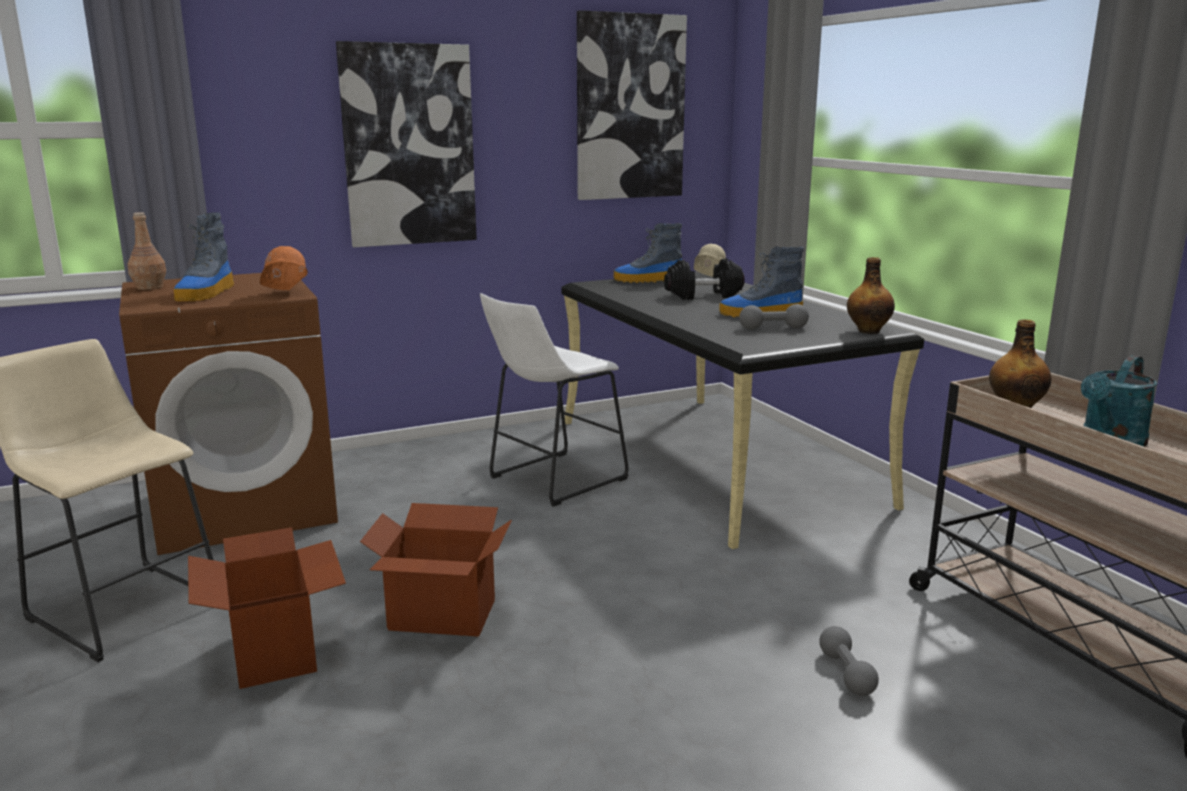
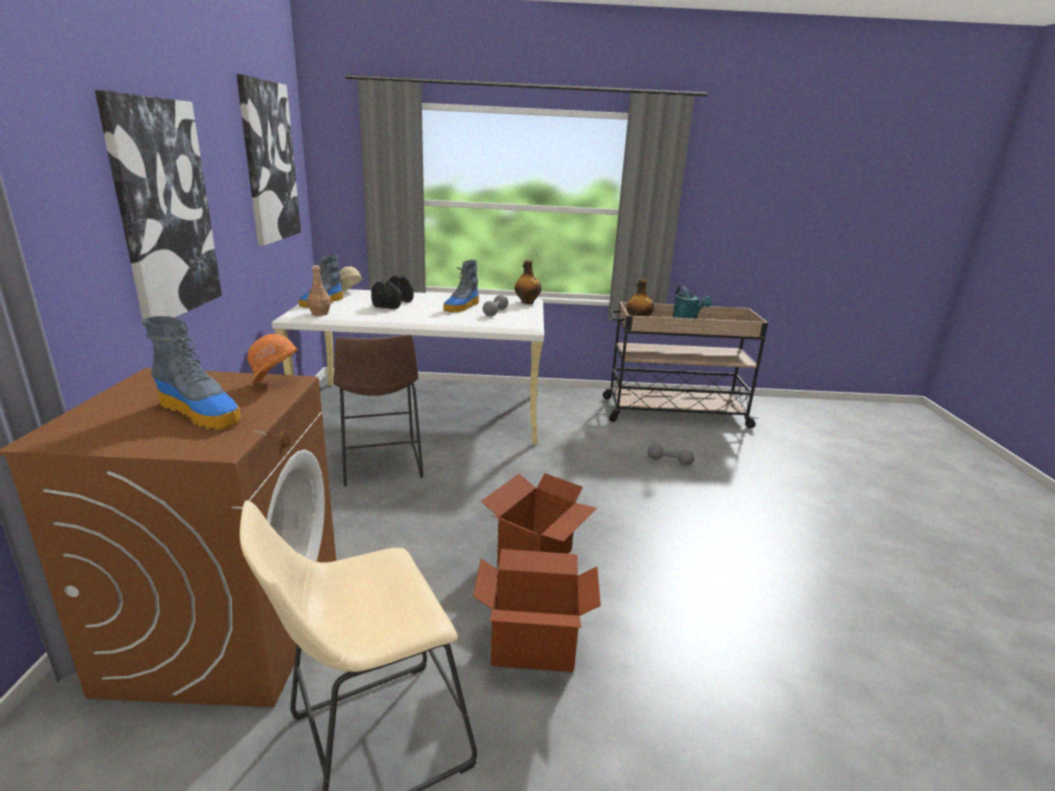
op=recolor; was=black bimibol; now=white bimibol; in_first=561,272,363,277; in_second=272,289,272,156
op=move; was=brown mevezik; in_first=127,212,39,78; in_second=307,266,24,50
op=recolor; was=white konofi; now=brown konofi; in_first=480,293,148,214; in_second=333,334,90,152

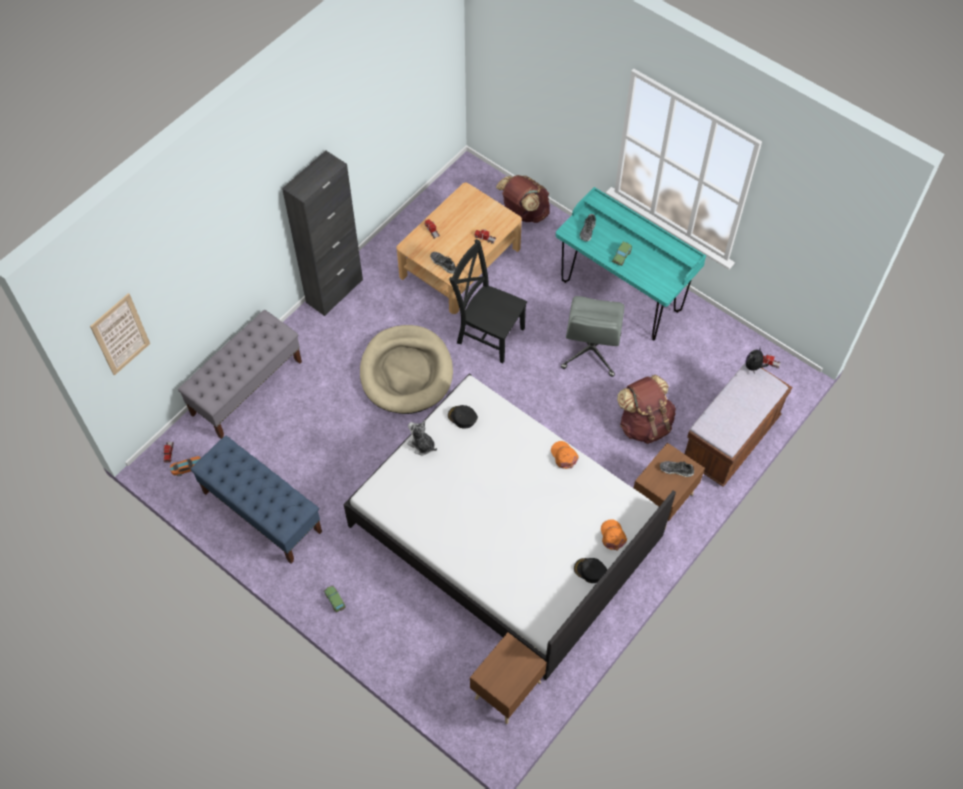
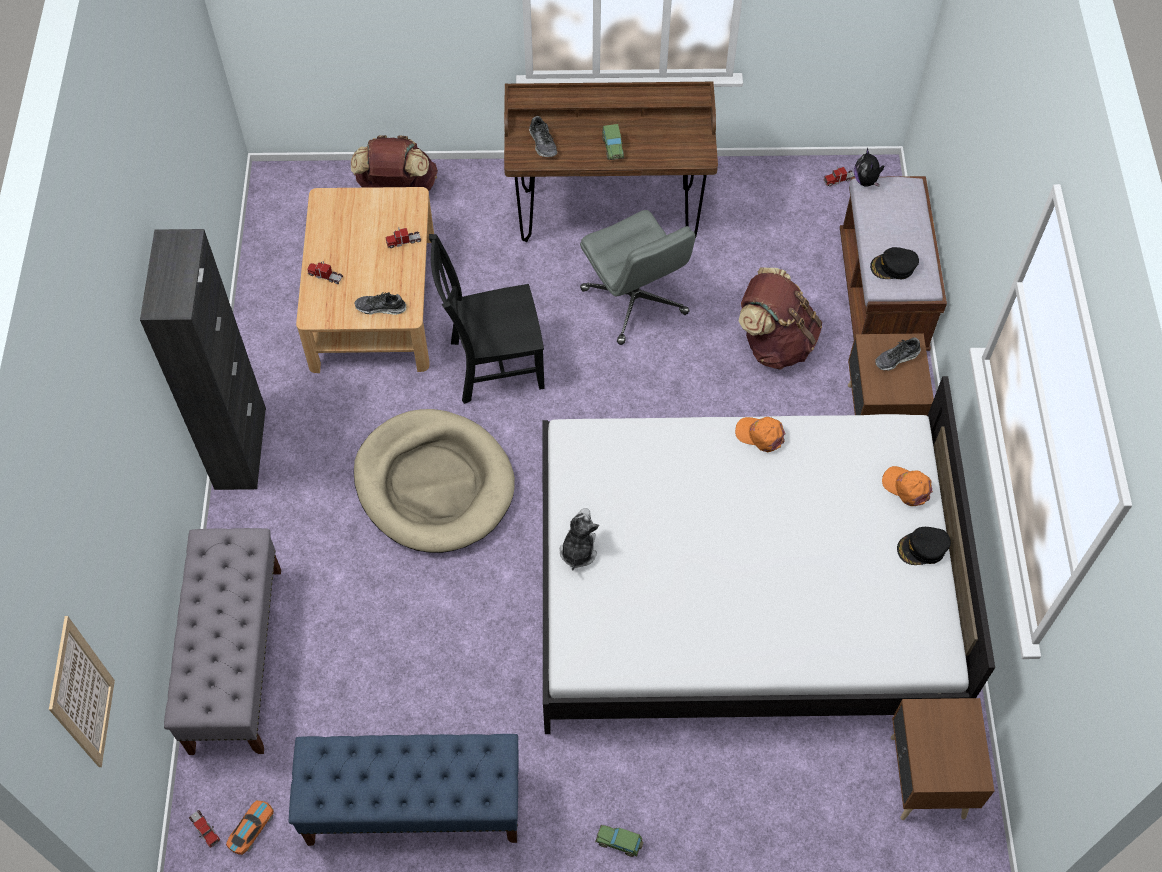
op=recolor; was=turquoise bimibol; now=brown bimibol; in_first=556,187,150,153; in_second=504,81,214,161
op=rotate; was=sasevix; in_first=407,420,30,35; in_second=560,508,39,62; clockwise=105
op=move; was=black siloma; in_first=448,405,30,24; in_second=870,247,49,32

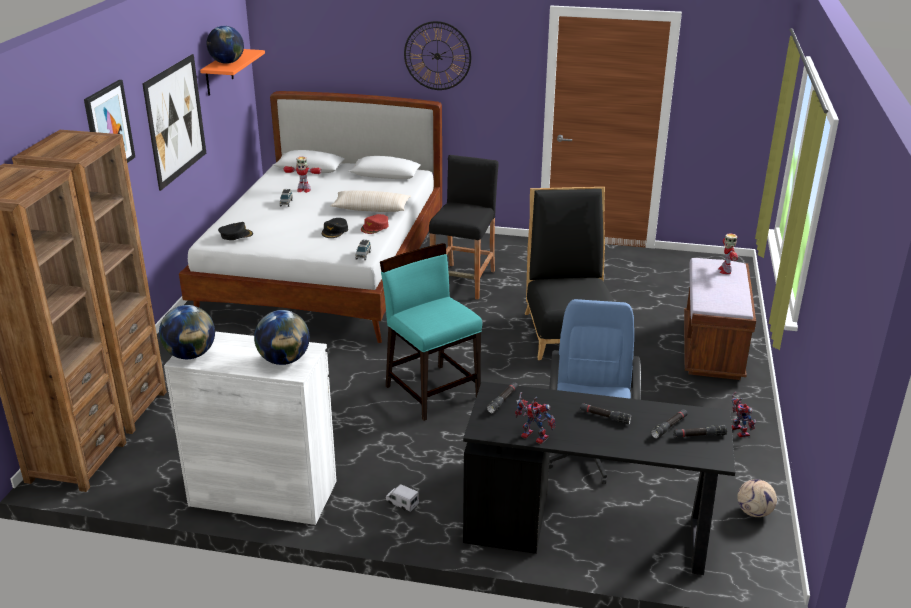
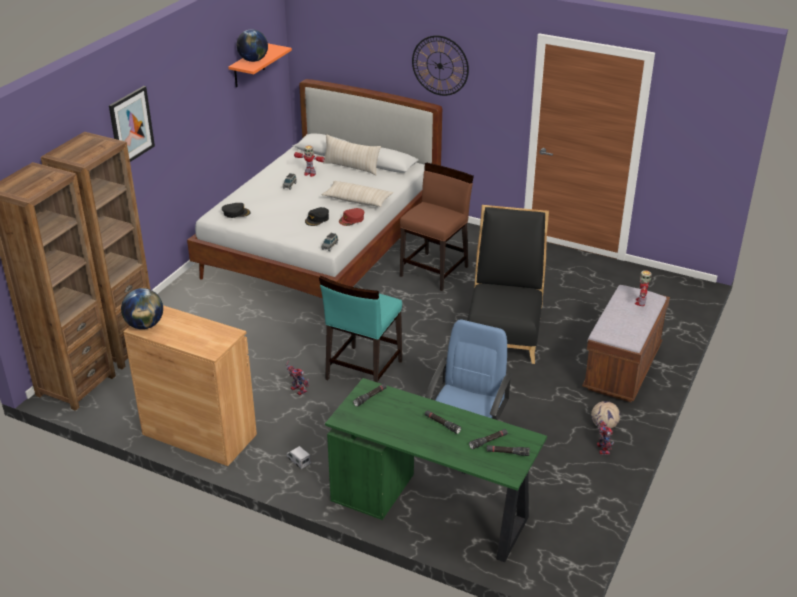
op=recolor; was=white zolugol; now=brown zolugol; in_first=164,331,173,194; in_second=123,305,134,161
op=move; was=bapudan; in_first=515,392,41,52; in_second=286,361,23,35
op=rotate; was=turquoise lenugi; in_first=380,243,102,178; in_second=319,276,83,106; clockwise=-135
op=insert; now=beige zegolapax; in_second=323,135,58,40
op=recolor; was=black bimibol; now=green bimibol; in_first=463,381,272,194; in_second=325,378,222,184
op=replace; was=black konofi; now=brown lenugi; in_first=429,155,70,145; in_second=400,162,74,129
op=move; was=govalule; in_first=737,479,40,38; in_second=591,401,29,27
op=delete; was=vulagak; in_first=142,54,64,137
op=delete; was=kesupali; in_first=254,310,56,55

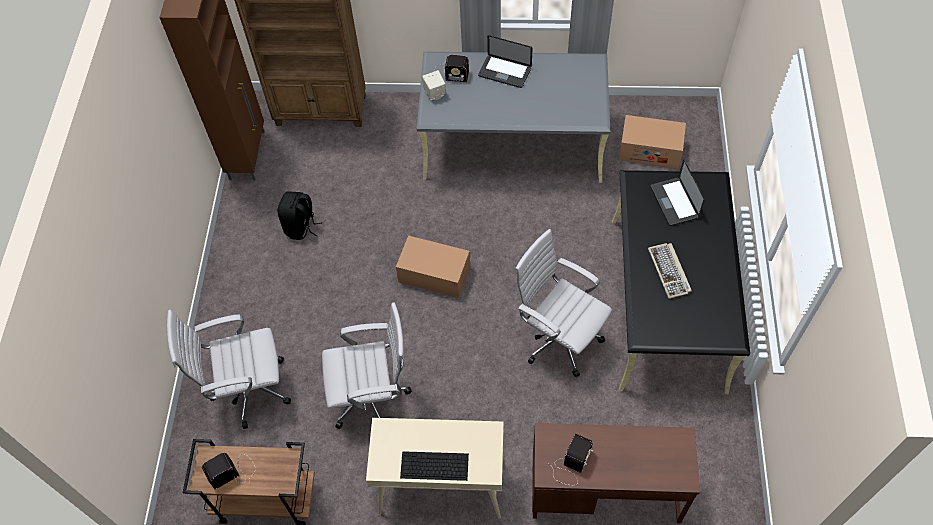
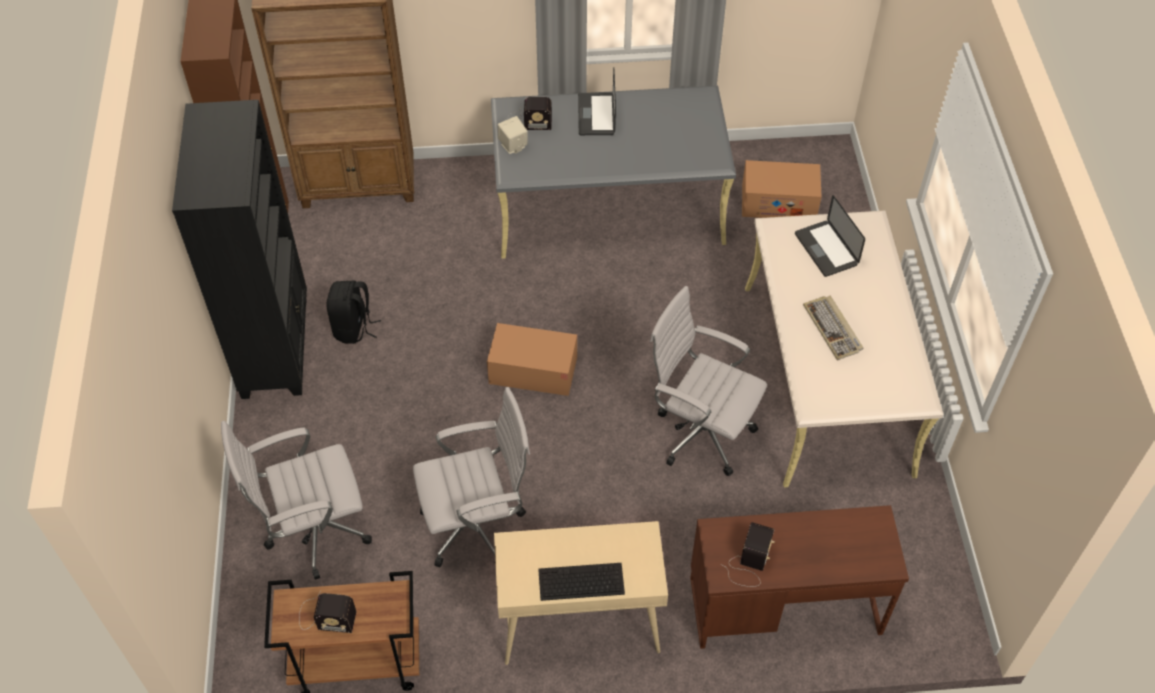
op=insert; now=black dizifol; in_second=172,100,135,299
op=rotate; was=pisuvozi; in_first=202,453,54,36; in_second=299,590,57,43; clockwise=-135
op=rotate; was=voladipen; in_first=478,35,54,53; in_second=578,67,38,68; clockwise=75
op=recolor; was=black bimibol; now=beige bimibol; in_first=612,170,138,224; in_second=745,210,198,277

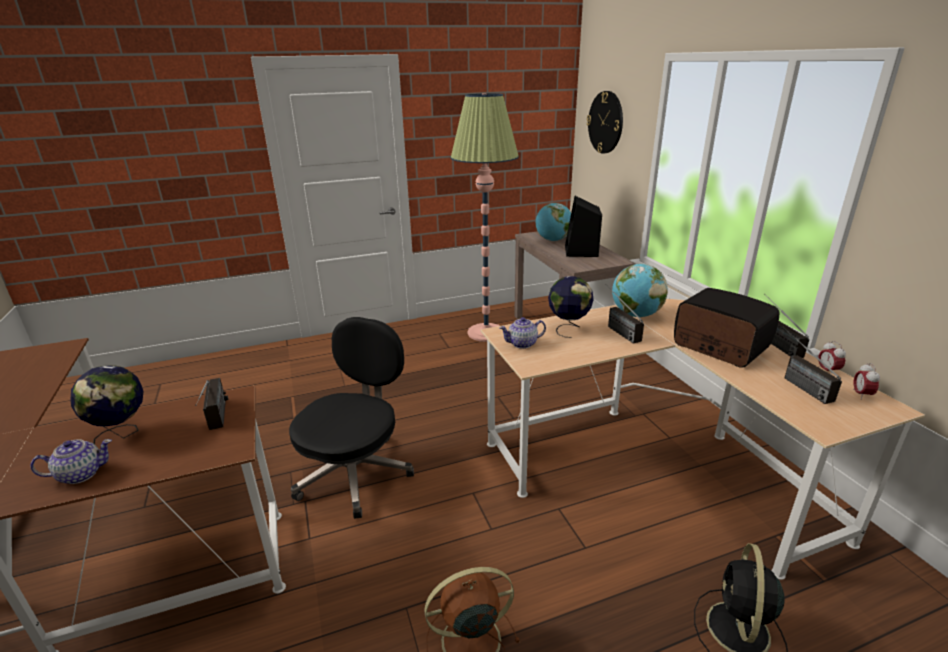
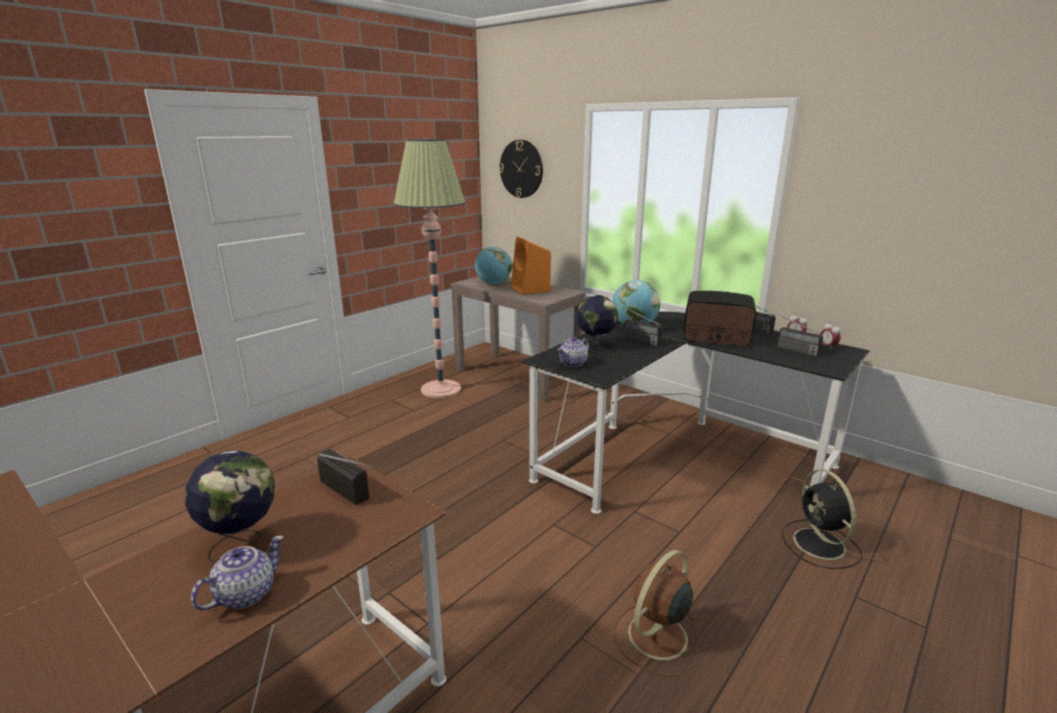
op=recolor; was=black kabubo; now=orange kabubo; in_first=565,196,37,61; in_second=511,236,40,59
op=recolor; was=beige bimibol; now=black bimibol; in_first=480,299,445,281; in_second=522,311,348,203
op=delete; was=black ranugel; in_first=289,317,125,202

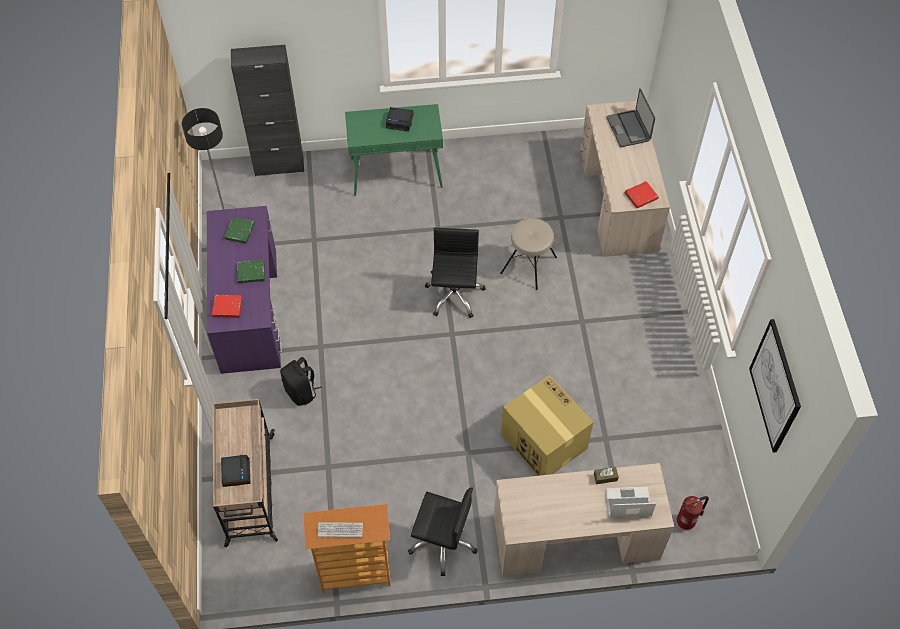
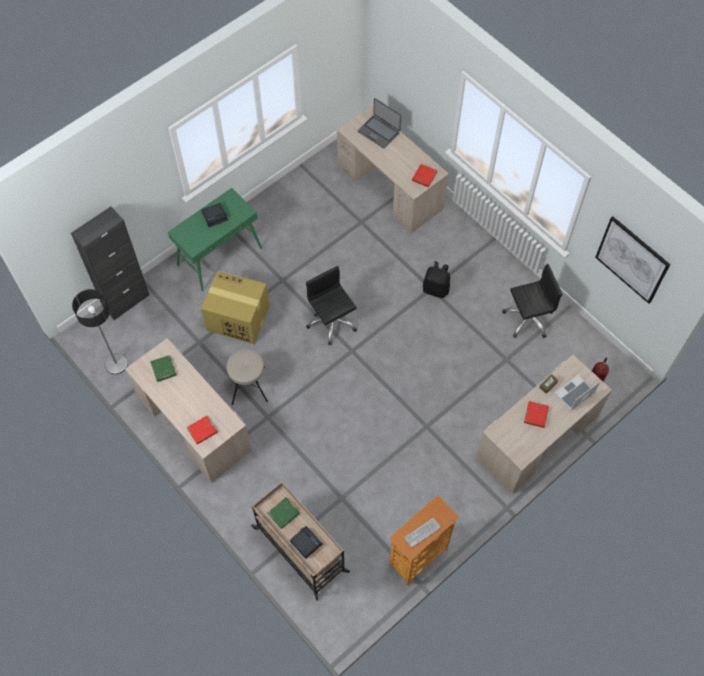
op=recolor; was=purple bimibol; now=beige bimibol; in_first=207,206,75,168; in_second=125,338,127,145
op=move; was=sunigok; in_first=501,375,93,101; in_second=201,271,69,73
op=move; was=beige konofi; in_first=500,218,57,72; in_second=227,349,41,56
op=move; was=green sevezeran; in_first=237,260,28,23; in_second=267,497,33,32
op=move; was=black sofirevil; in_first=280,357,42,49; in_second=423,261,27,37
op=move; was=black ranugel; in_first=408,488,70,88; in_second=502,264,61,74
op=insert; now=red sevezeran; in_second=524,401,25,27

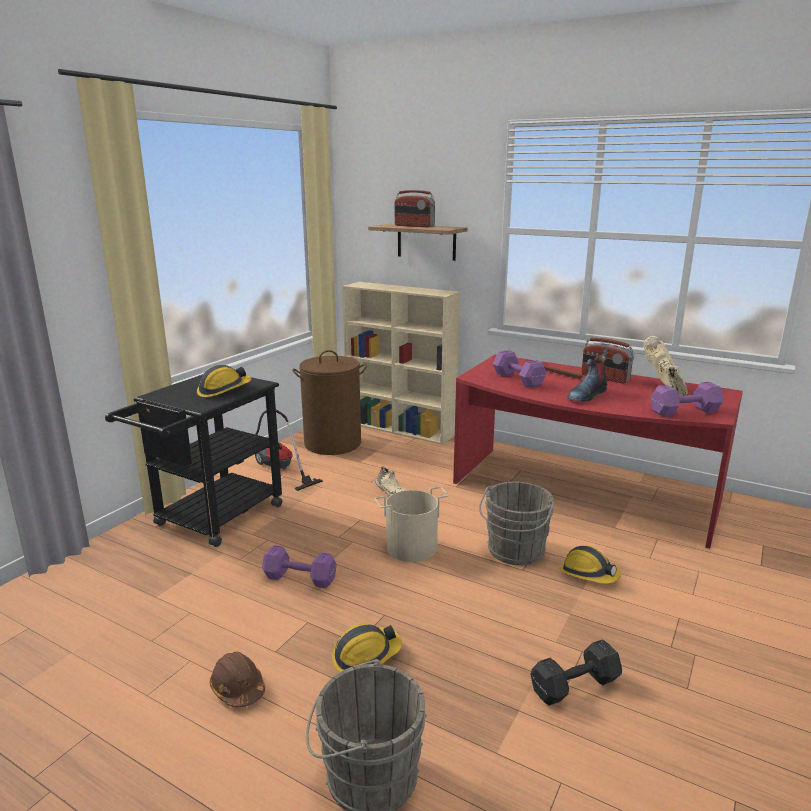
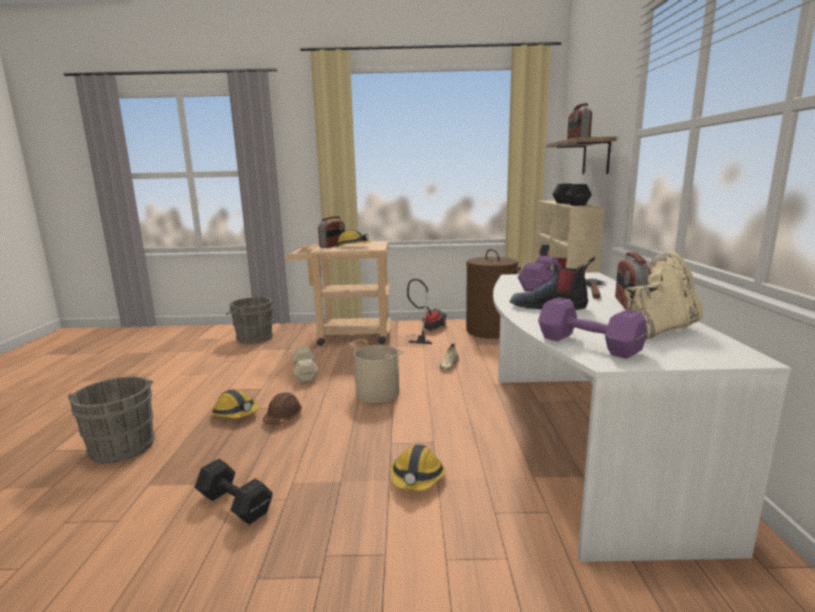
op=move; was=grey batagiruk; in_first=479,482,76,83; in_second=226,295,47,49
op=move; was=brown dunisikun; in_first=209,652,56,56; in_second=263,392,39,33
op=recolor; was=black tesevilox; now=beige tesevilox; in_first=105,374,177,173; in_second=285,242,106,104
op=recolor; was=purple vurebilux; now=beige vurebilux; in_first=262,545,75,43; in_second=292,347,27,36
op=insert; now=pisuvozi; in_second=318,216,27,32
op=recolor; was=red bimibol; now=white bimibol; in_first=453,355,290,194; in_second=493,272,298,290
op=insert; now=black vurebilux; in_second=552,183,40,23

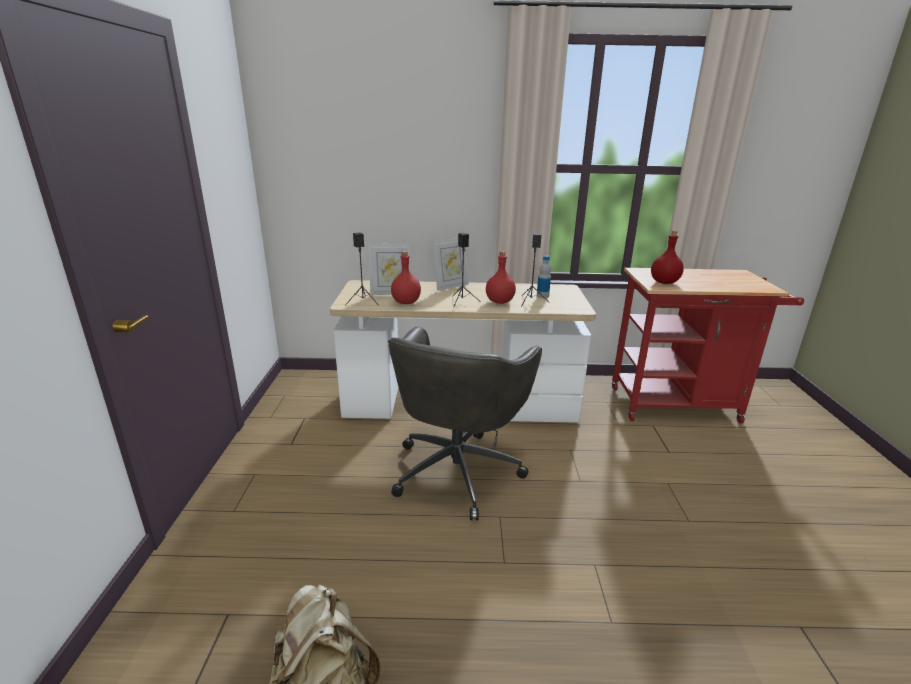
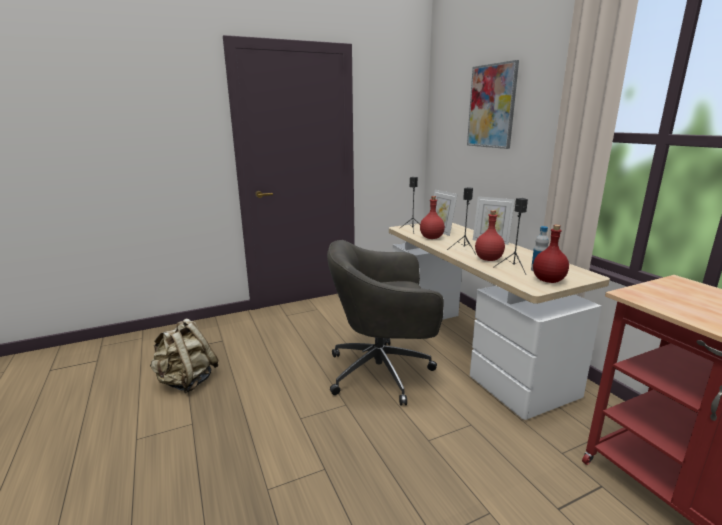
op=insert; now=vulagak; in_second=467,60,52,89
op=move; was=red mevezik; in_first=651,231,33,53; in_second=533,225,36,58

